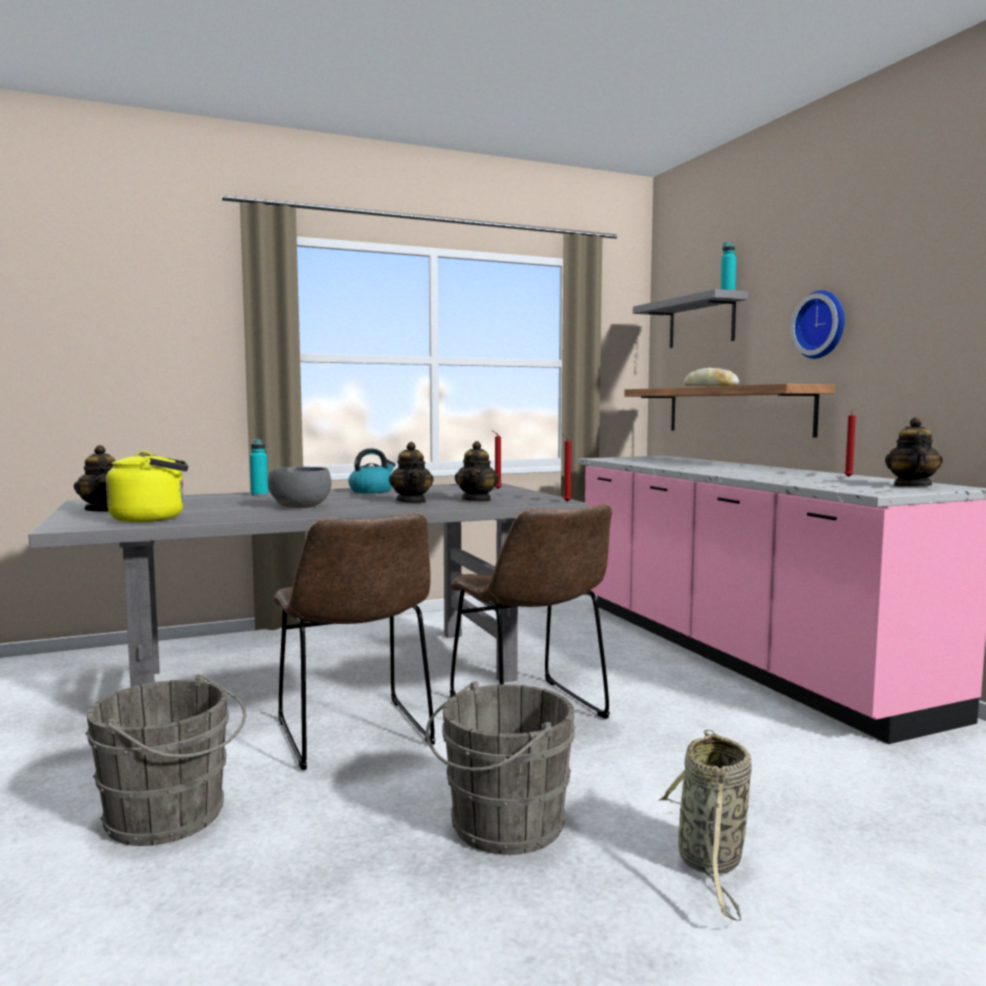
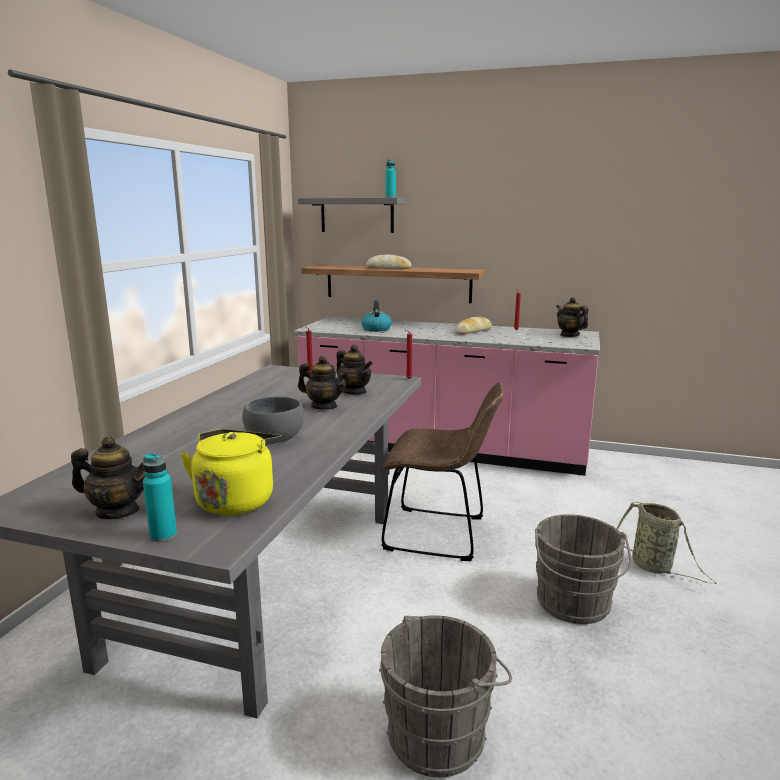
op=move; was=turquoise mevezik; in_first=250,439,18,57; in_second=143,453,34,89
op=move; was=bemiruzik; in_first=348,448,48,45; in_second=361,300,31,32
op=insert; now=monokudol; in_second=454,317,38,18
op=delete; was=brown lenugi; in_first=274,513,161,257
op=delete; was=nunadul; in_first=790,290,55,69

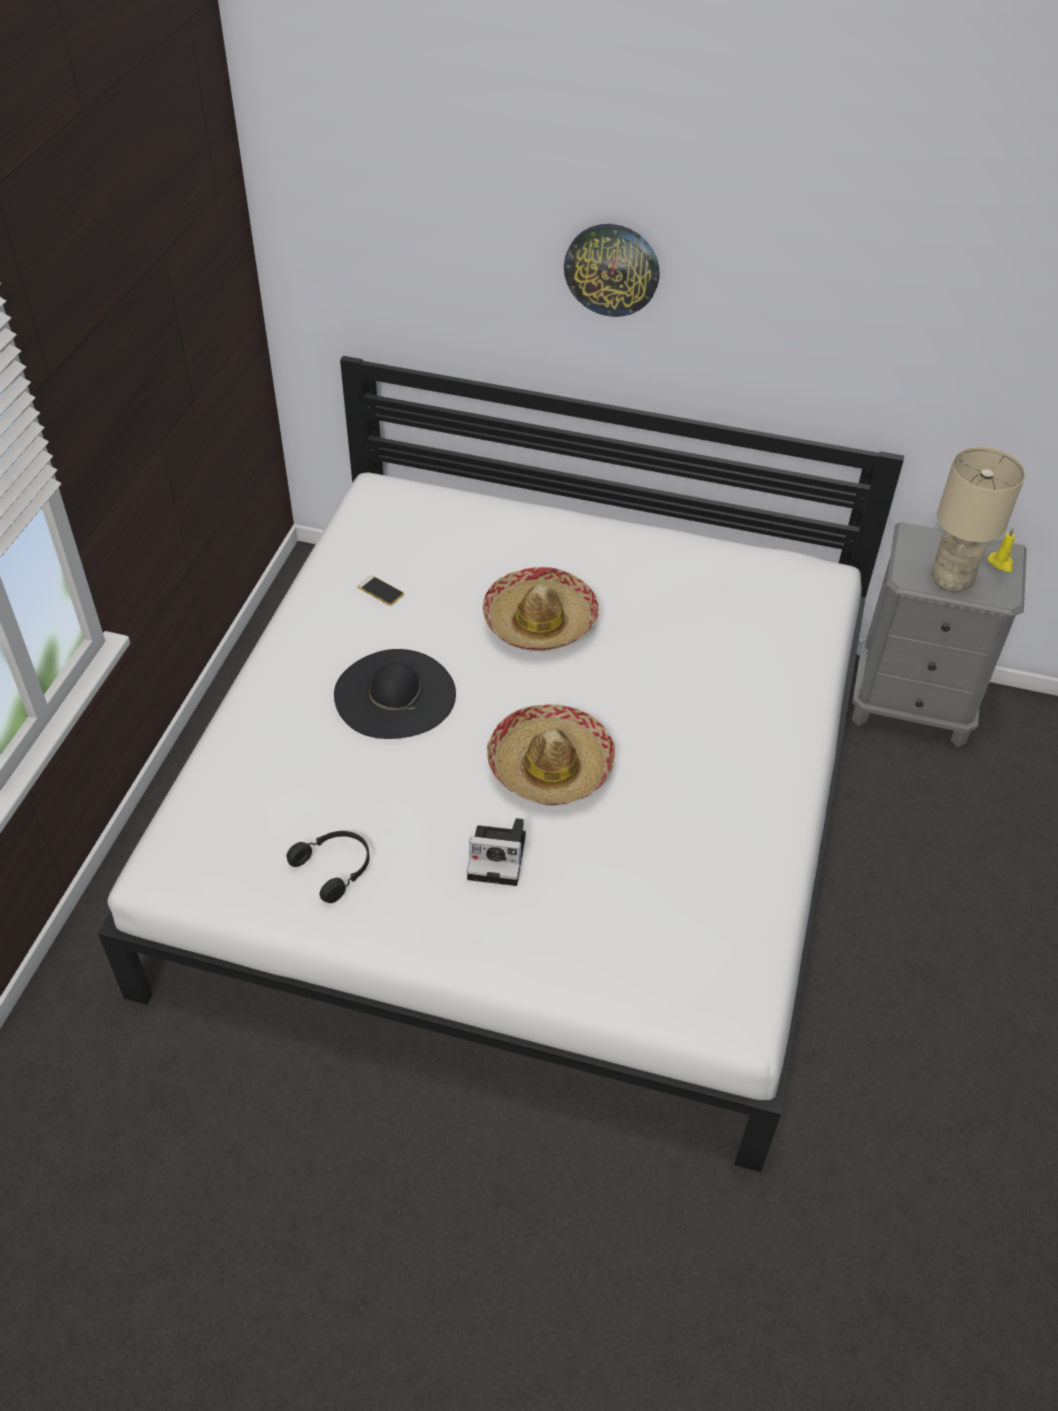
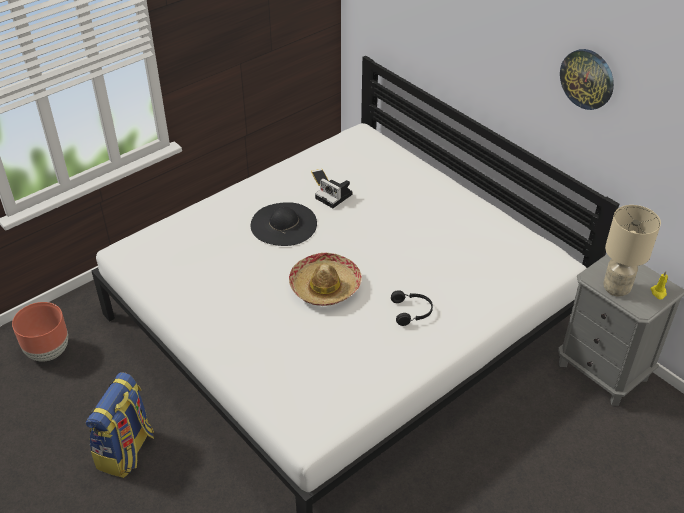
op=insert; now=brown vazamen; in_second=12,302,56,60
op=insert; now=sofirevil; in_second=86,372,68,106
op=move; was=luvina; in_first=467,818,59,68; in_second=315,178,38,30
op=move; was=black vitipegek; in_first=286,831,84,72; in_second=391,290,42,36
op=move; was=nunadul; in_first=564,224,95,93; in_second=560,49,54,61
op=delete; was=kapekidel; in_first=483,567,116,84

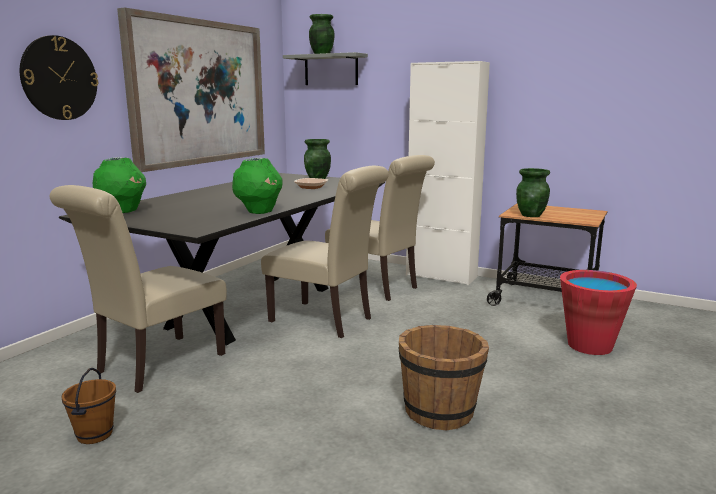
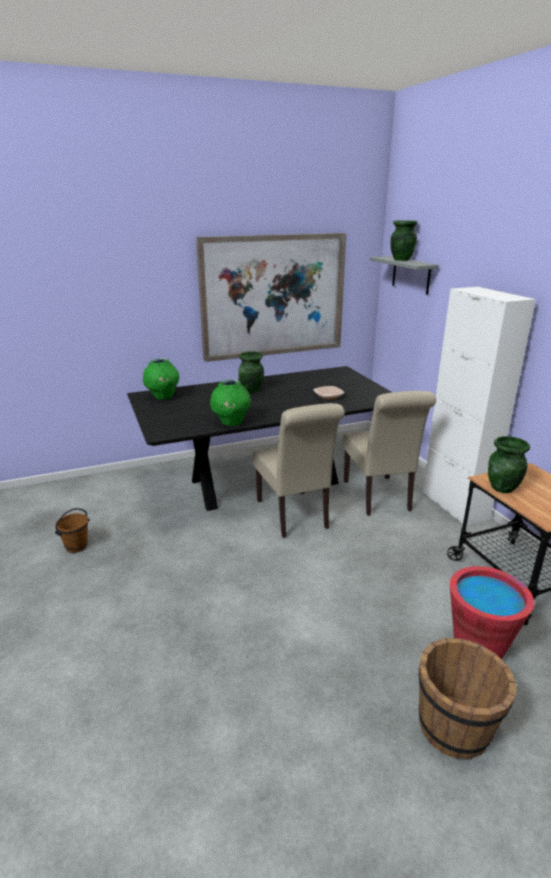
op=move; was=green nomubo; in_first=304,139,27,40; in_second=238,352,26,41
op=move; was=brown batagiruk; in_first=399,325,90,105; in_second=418,638,98,121
op=delete; was=nunadul; in_first=20,35,79,85
op=delete; was=beige lenugi; in_first=50,185,177,208

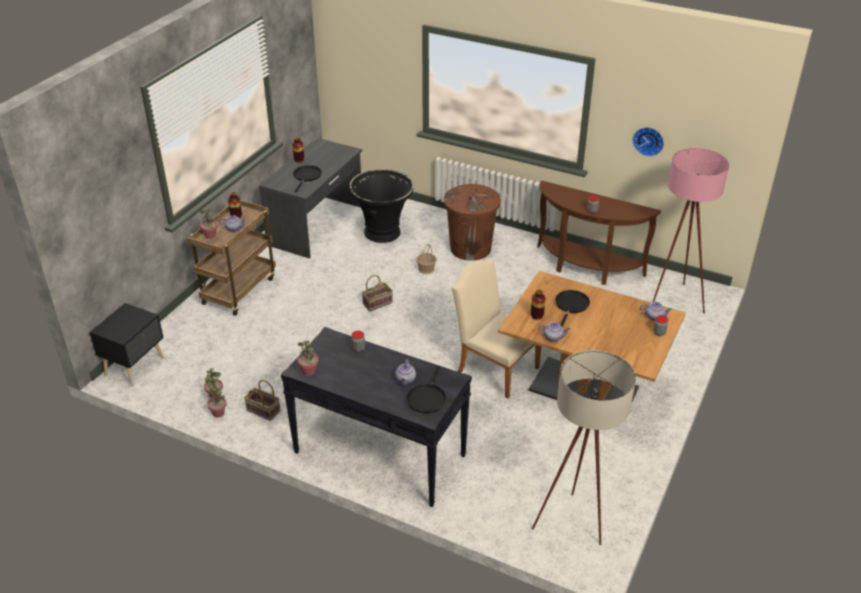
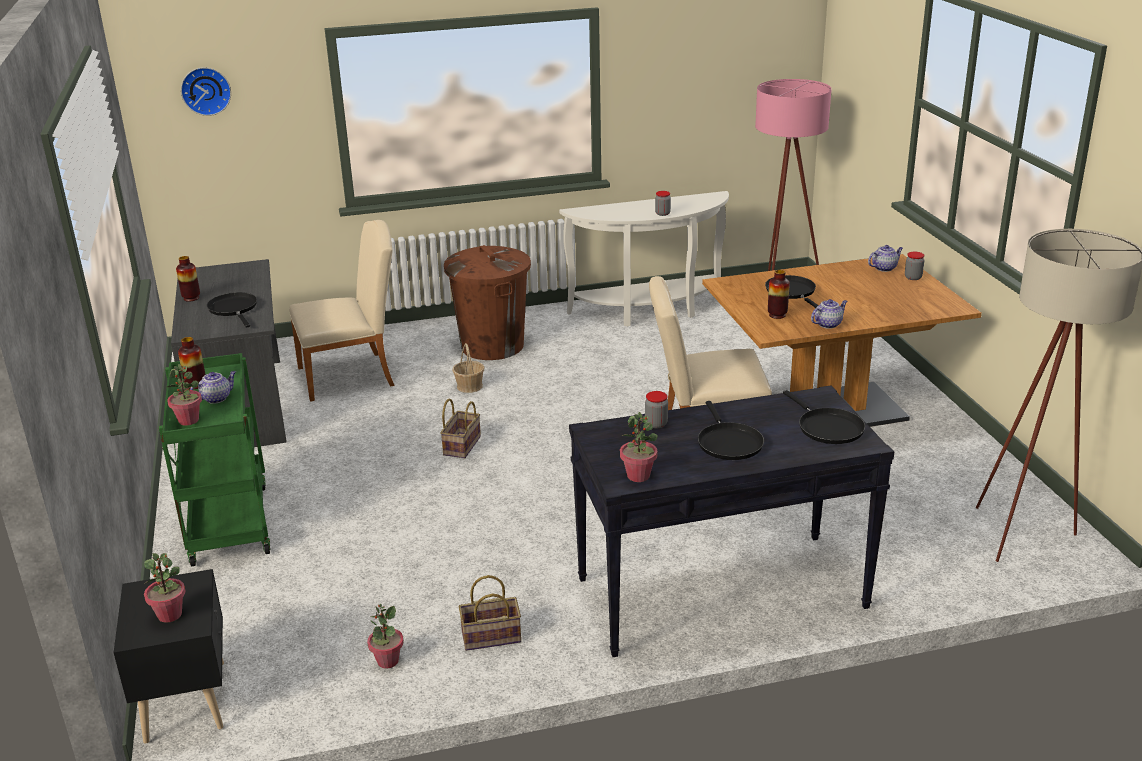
op=move; was=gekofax; in_first=207,386,20,32; in_second=144,553,41,70
op=recolor; was=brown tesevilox; now=green tesevilox; in_first=188,200,88,116; in_second=159,353,112,213
op=move; was=nunadul; in_first=632,127,32,30; in_second=181,67,50,49
op=replace; was=black vazamen; now=beige lenugi; in_first=349,169,65,74; in_second=289,220,106,182
op=recolor; was=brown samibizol; now=white samibizol; in_first=537,180,124,105; in_second=559,191,170,136
op=insert; now=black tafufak; in_second=698,401,66,59
op=delete; was=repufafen; in_first=395,359,21,26

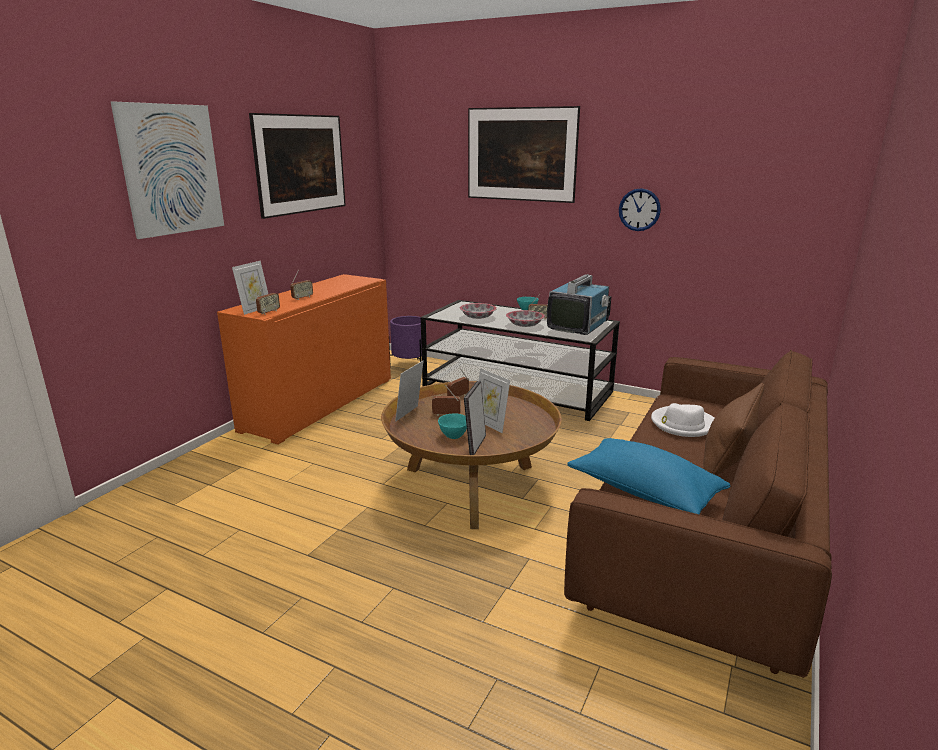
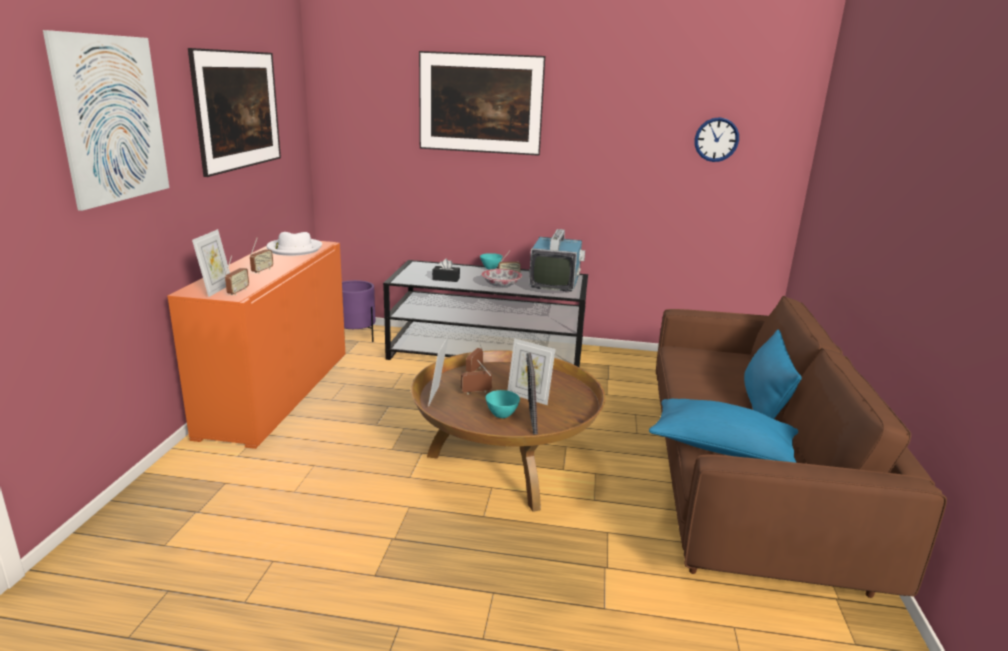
op=move; was=white kapekidel; in_first=651,403,63,34; in_second=266,232,56,24
op=replace; was=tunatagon; now=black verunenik; in_first=460,303,37,16; in_second=432,259,28,23
op=move; was=nunadul; in_first=619,188,42,43; in_second=695,117,44,45
op=recolor; was=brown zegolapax; now=blue zegolapax; in_first=703,383,62,93; in_second=744,330,58,89

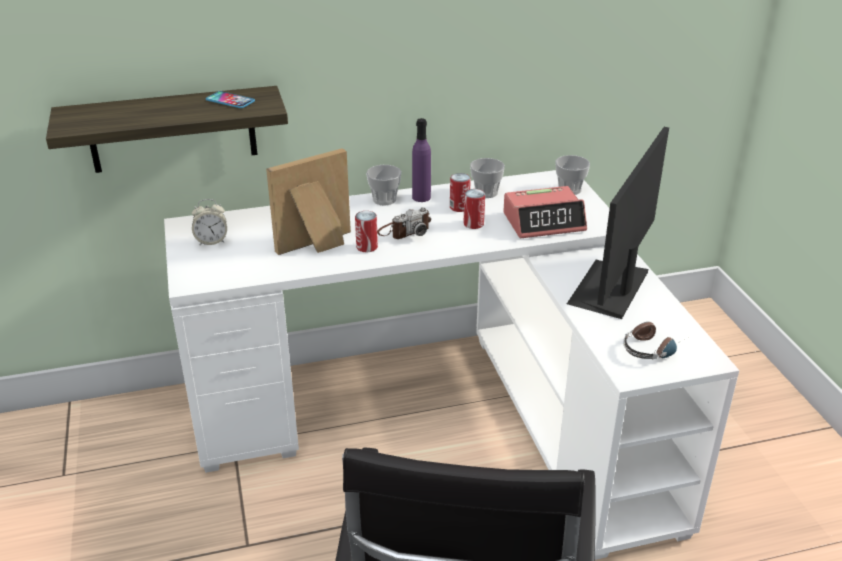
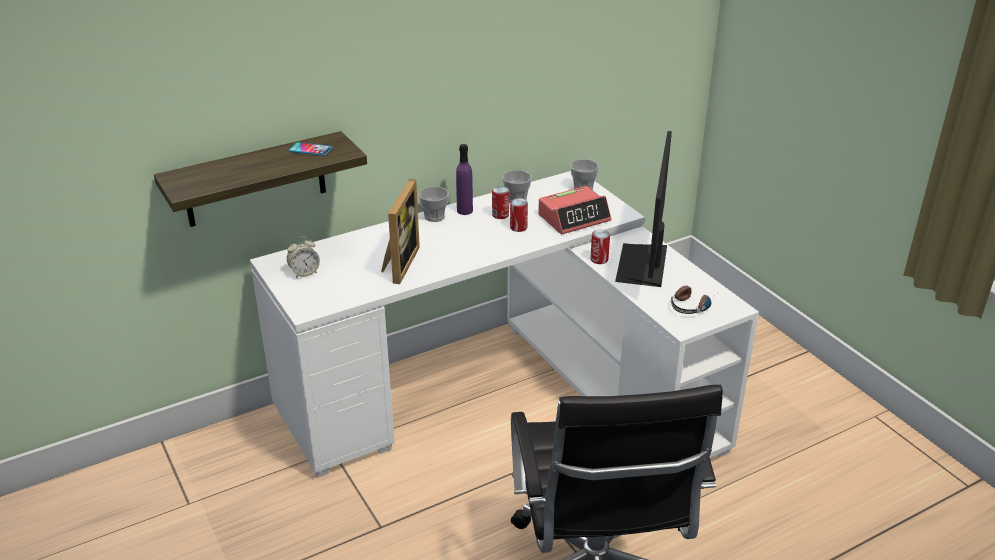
op=rotate; was=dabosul; in_first=266,148,85,107; in_second=381,179,39,105; clockwise=150
op=move; was=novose; in_first=355,211,23,41; in_second=591,230,19,34
op=delete; was=luvina; in_first=377,207,54,32

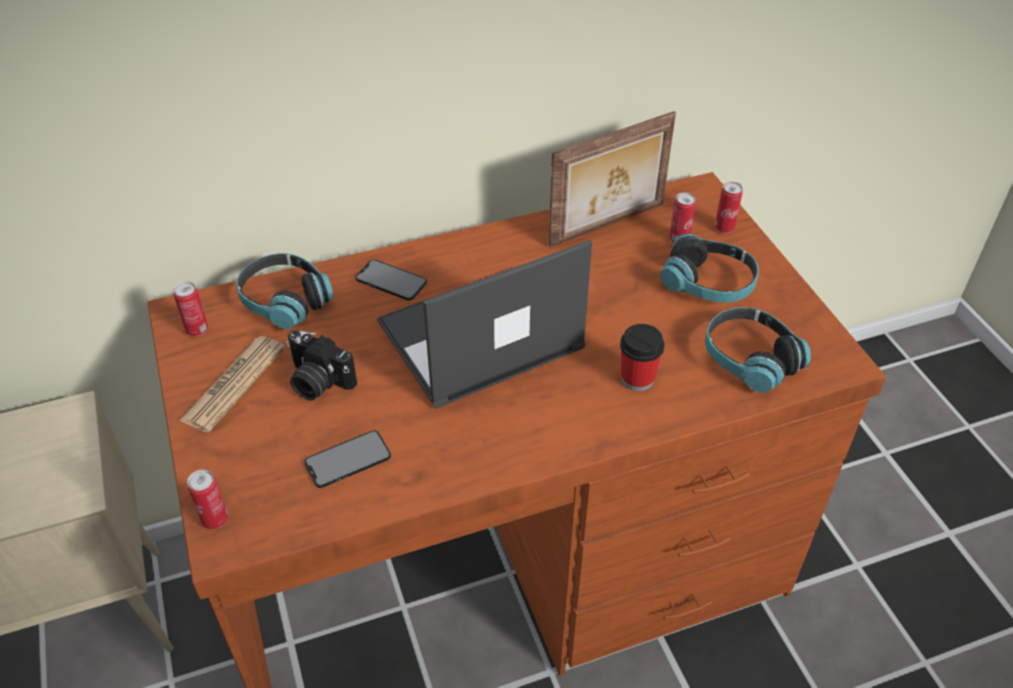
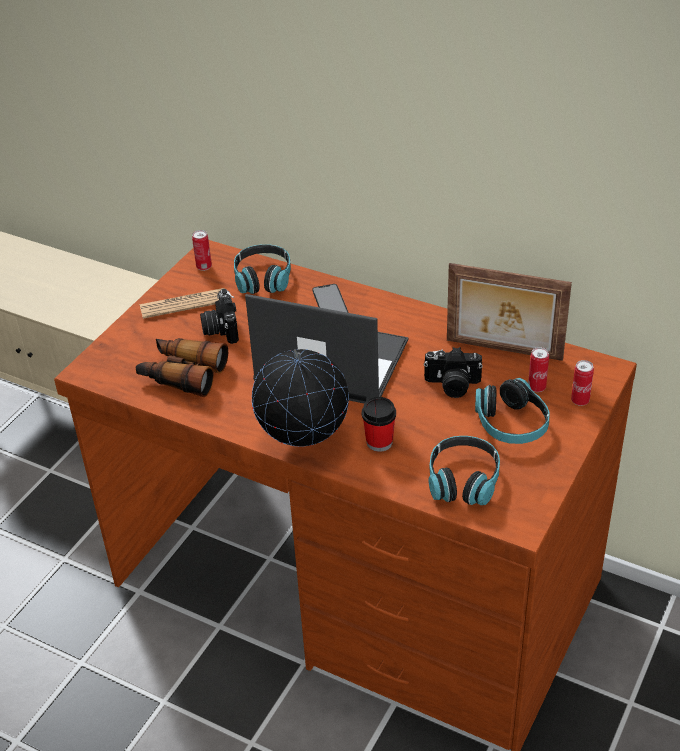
op=replace; was=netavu; now=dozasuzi; in_first=304,430,87,58; in_second=136,338,92,59
op=insert; now=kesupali; in_second=252,349,97,98
op=insert; now=luvina; in_second=424,347,59,51
op=delete; was=novose; in_first=187,469,41,60

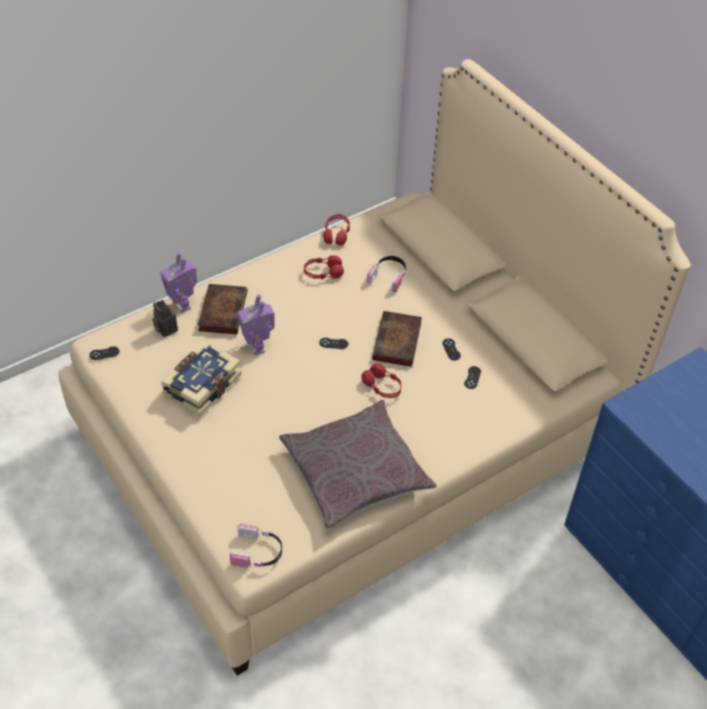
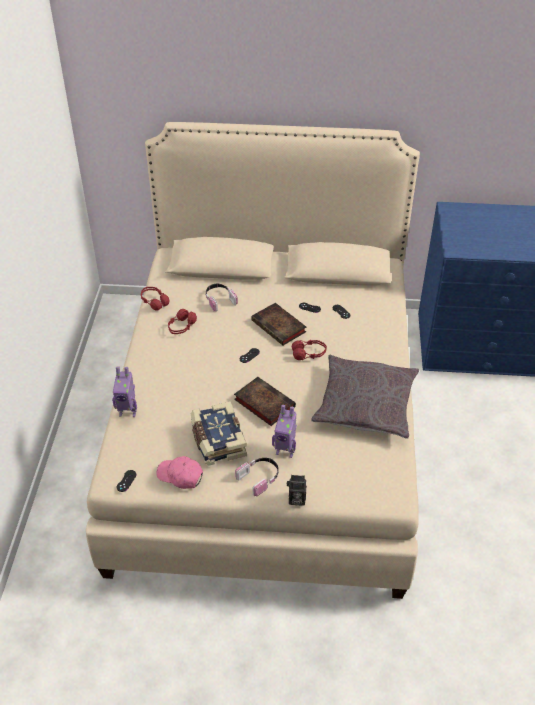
op=insert; now=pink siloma; in_second=156,456,47,33
op=move; was=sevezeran; in_first=198,284,49,50; in_second=234,377,62,49
op=move; was=vitipegek; in_first=230,524,52,44; in_second=235,458,44,39
op=move; was=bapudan; in_first=237,294,38,61; in_second=272,405,25,53
op=move; was=luvina; in_first=153,300,25,37; in_second=287,475,20,31

